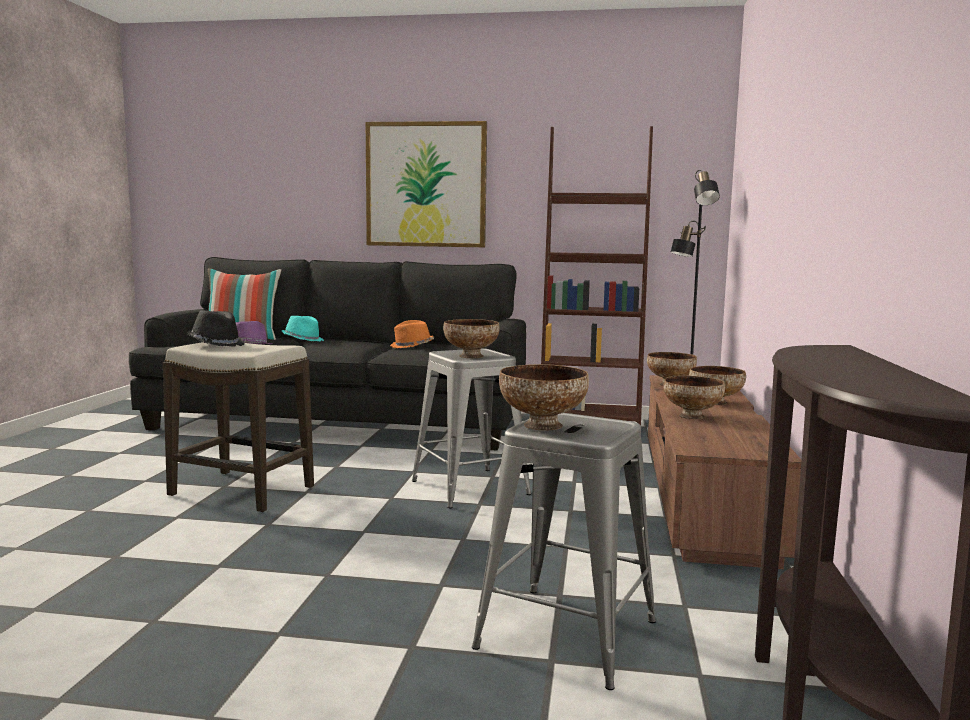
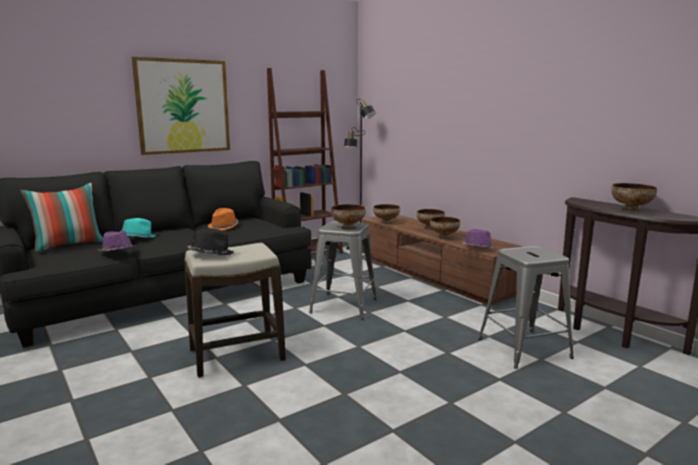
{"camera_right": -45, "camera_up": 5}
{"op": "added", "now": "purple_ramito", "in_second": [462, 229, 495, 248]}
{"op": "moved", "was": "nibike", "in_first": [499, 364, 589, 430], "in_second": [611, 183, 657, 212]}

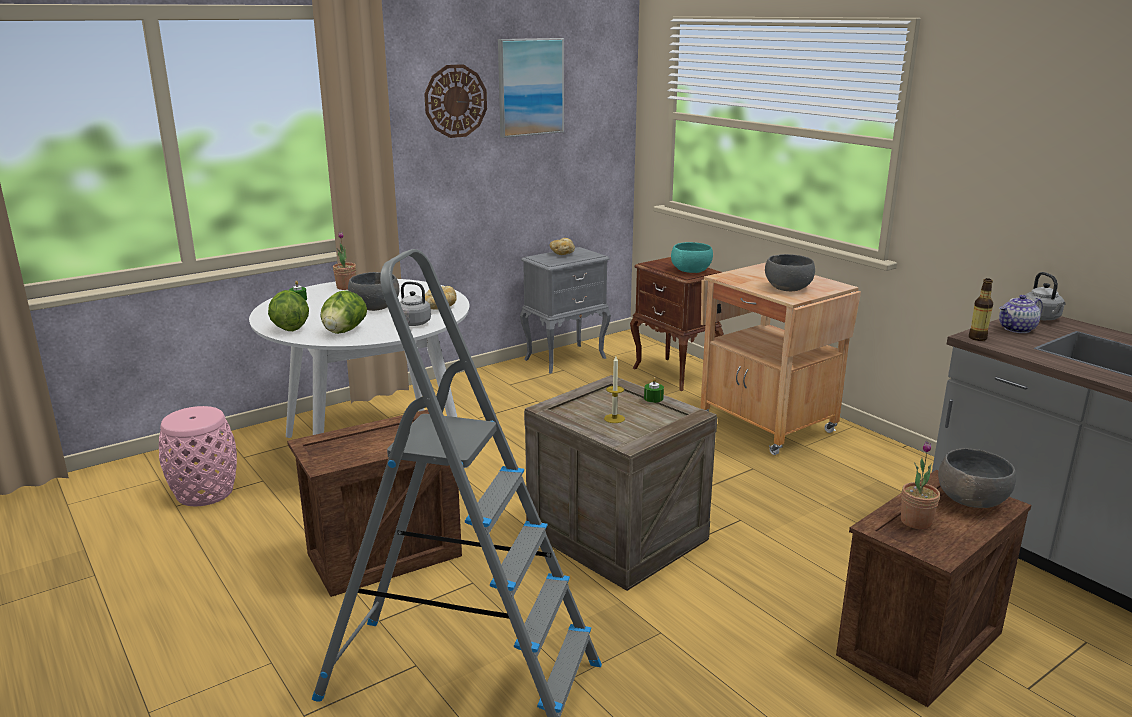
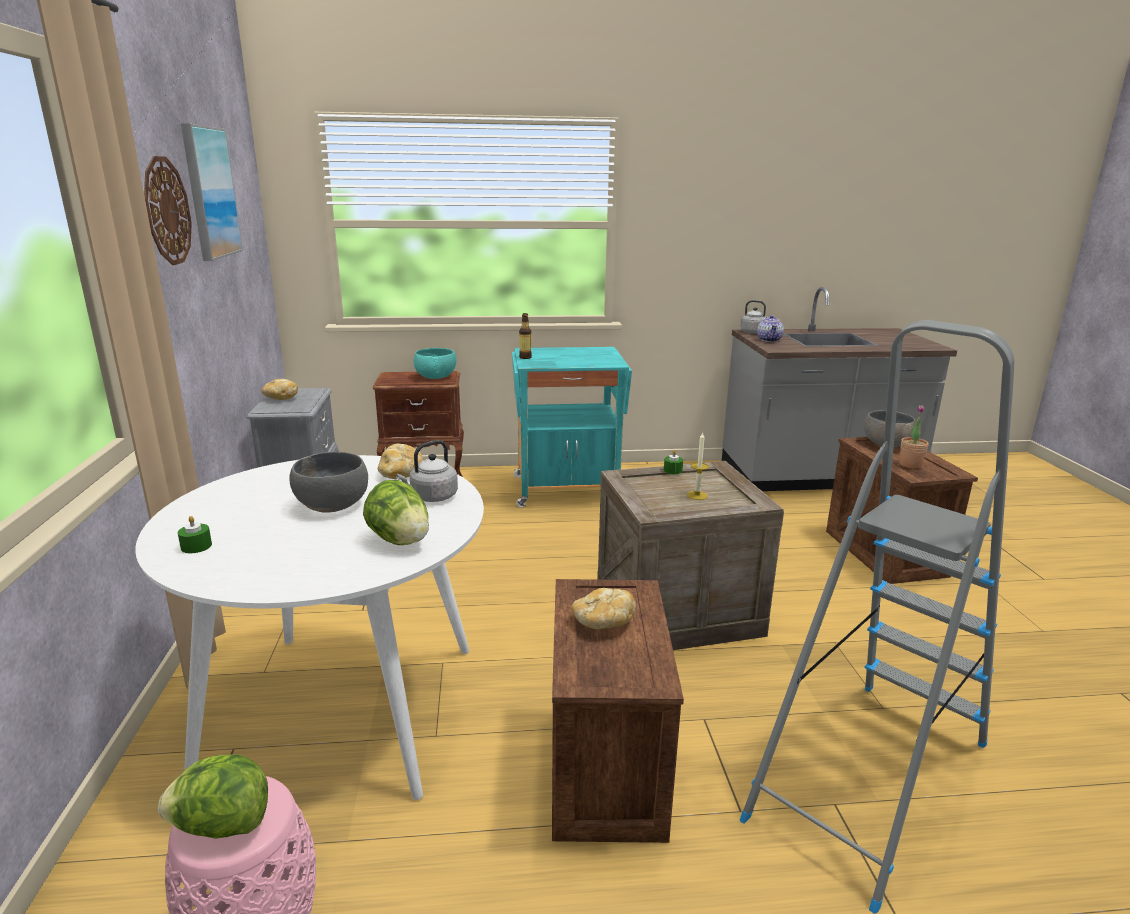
{"camera_right": -60, "camera_up": 0}
{"op": "removed", "was": "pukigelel", "in_first": [333, 232, 356, 290]}
{"op": "removed", "was": "grey_nibike", "in_first": [765, 254, 815, 291]}
{"op": "added", "now": "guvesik", "in_second": [571, 588, 636, 629]}
{"op": "moved", "was": "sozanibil", "in_first": [268, 290, 309, 331], "in_second": [158, 755, 268, 839]}
{"op": "moved", "was": "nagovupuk", "in_first": [969, 278, 993, 341], "in_second": [519, 313, 532, 359]}
{"op": "recoloured", "was": "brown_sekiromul", "now": "turquoise_sekiromul", "in_first": [700, 263, 861, 455], "in_second": [512, 347, 632, 507]}

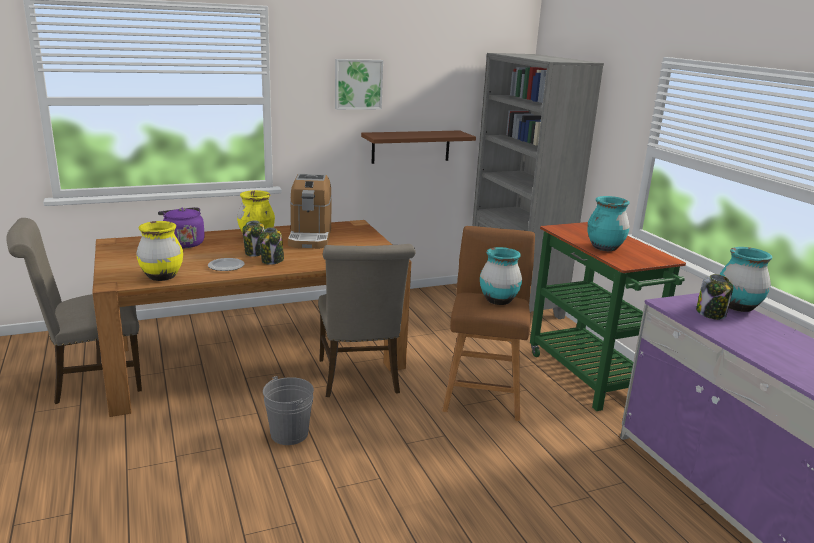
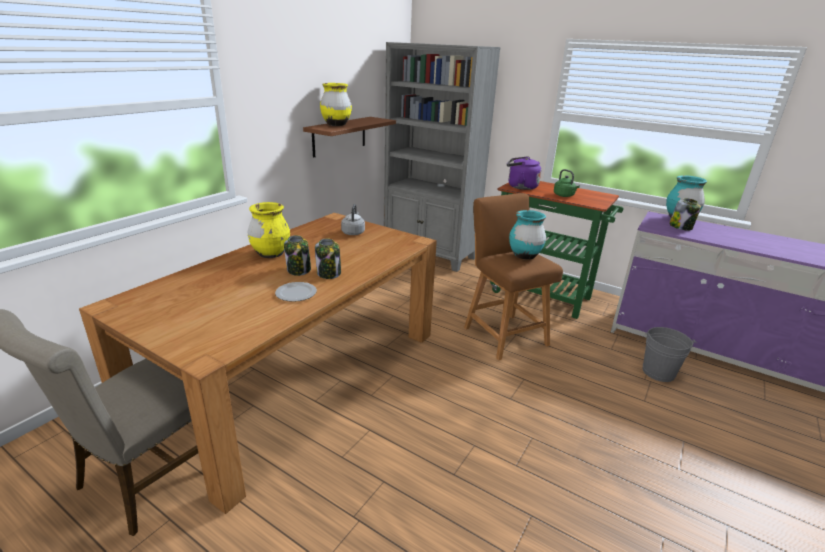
{"camera_right": -35, "camera_up": 5}
{"op": "removed", "was": "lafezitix", "in_first": [288, 174, 332, 249]}
{"op": "removed", "was": "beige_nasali", "in_first": [318, 244, 415, 397]}
{"op": "removed", "was": "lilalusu", "in_first": [335, 59, 383, 110]}
{"op": "added", "now": "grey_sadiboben", "in_second": [341, 204, 365, 235]}
{"op": "moved", "was": "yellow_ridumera", "in_first": [136, 221, 183, 281], "in_second": [320, 83, 352, 126]}
{"op": "moved", "was": "purple_sadiboben", "in_first": [158, 207, 205, 248], "in_second": [507, 156, 541, 190]}
{"op": "moved", "was": "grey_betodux", "in_first": [263, 376, 314, 445], "in_second": [643, 327, 697, 382]}
{"op": "replaced", "was": "turquoise_ridumera", "now": "green_sadiboben", "in_first": [587, 196, 630, 251], "in_second": [554, 169, 580, 197]}

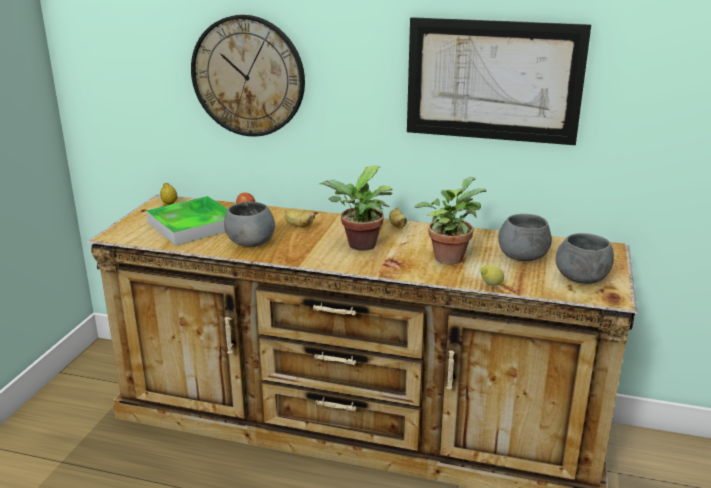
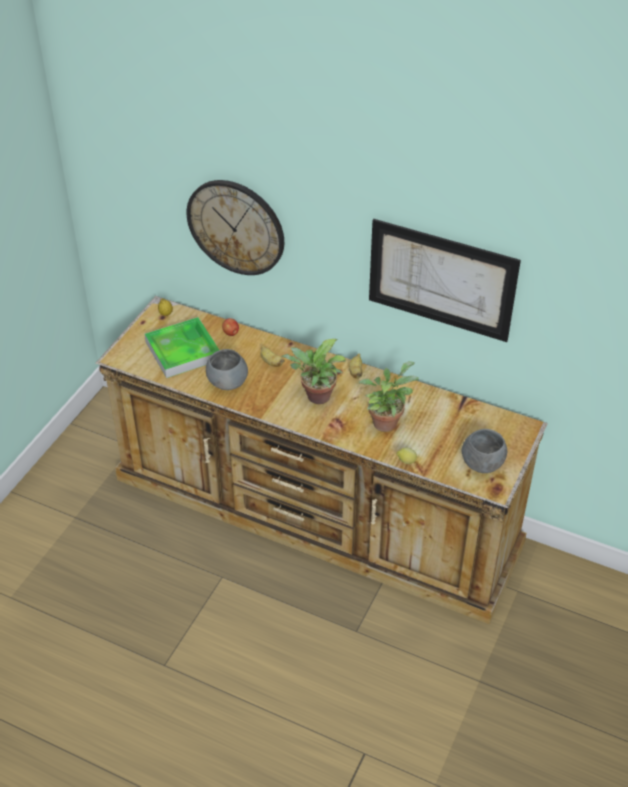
{"camera_right": 10, "camera_up": 20}
{"op": "removed", "was": "grey_nibike", "in_first": [498, 214, 552, 261]}

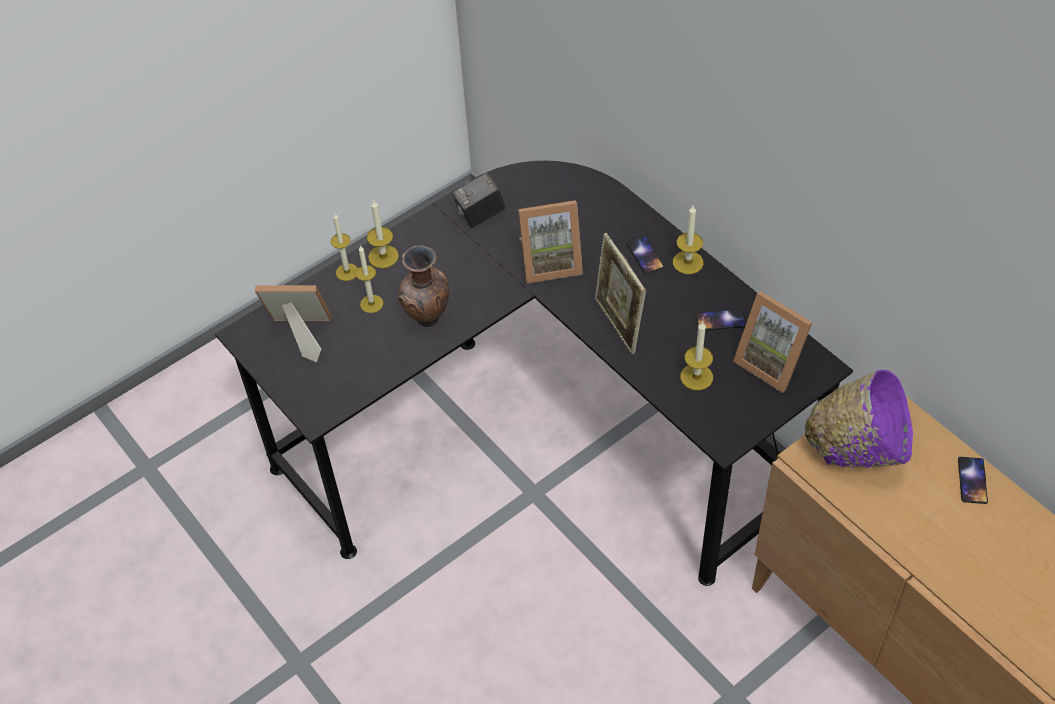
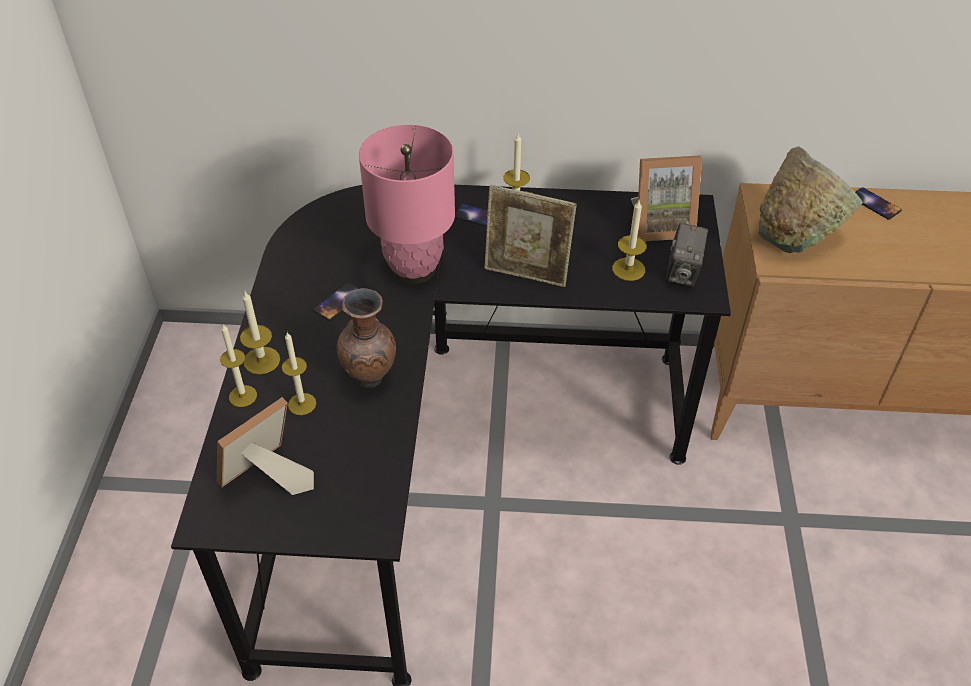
{"camera_right": -50, "camera_up": -5}
{"op": "moved", "was": "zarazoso", "in_first": [452, 173, 506, 228], "in_second": [666, 223, 708, 286]}
{"op": "moved", "was": "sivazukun", "in_first": [696, 309, 746, 330], "in_second": [313, 282, 359, 321]}
{"op": "replaced", "was": "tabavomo", "now": "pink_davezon", "in_first": [518, 200, 583, 284], "in_second": [359, 125, 455, 284]}
{"op": "recoloured", "was": "purple_nibike", "now": "green_nibike", "in_first": [805, 370, 913, 468], "in_second": [759, 146, 863, 253]}

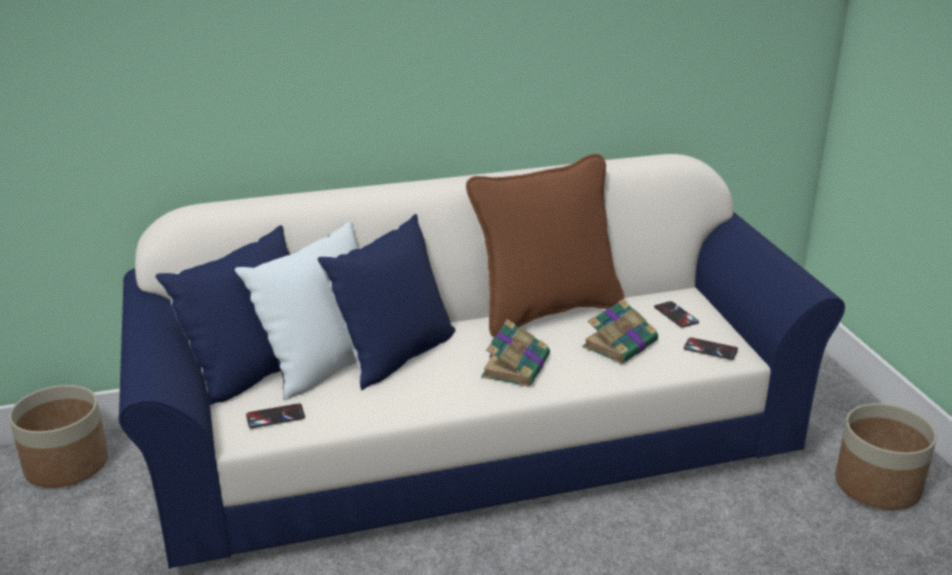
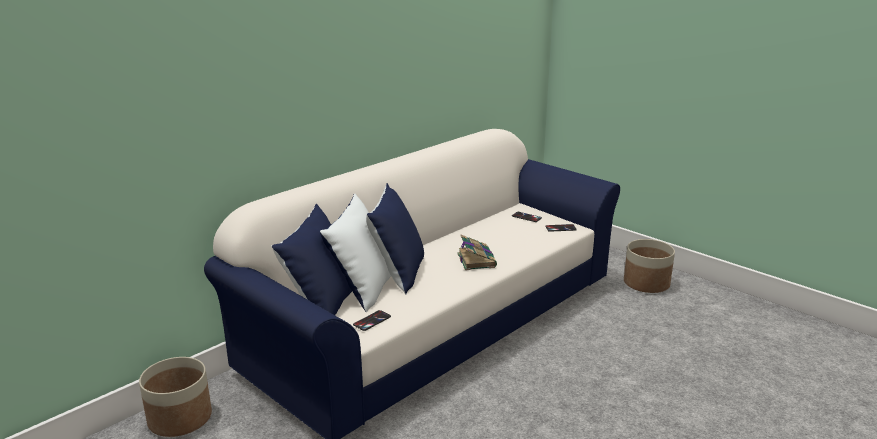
{"camera_right": -30, "camera_up": -5}
{"op": "removed", "was": "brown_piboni", "in_first": [466, 154, 624, 337]}
{"op": "removed", "was": "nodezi", "in_first": [582, 299, 658, 364]}

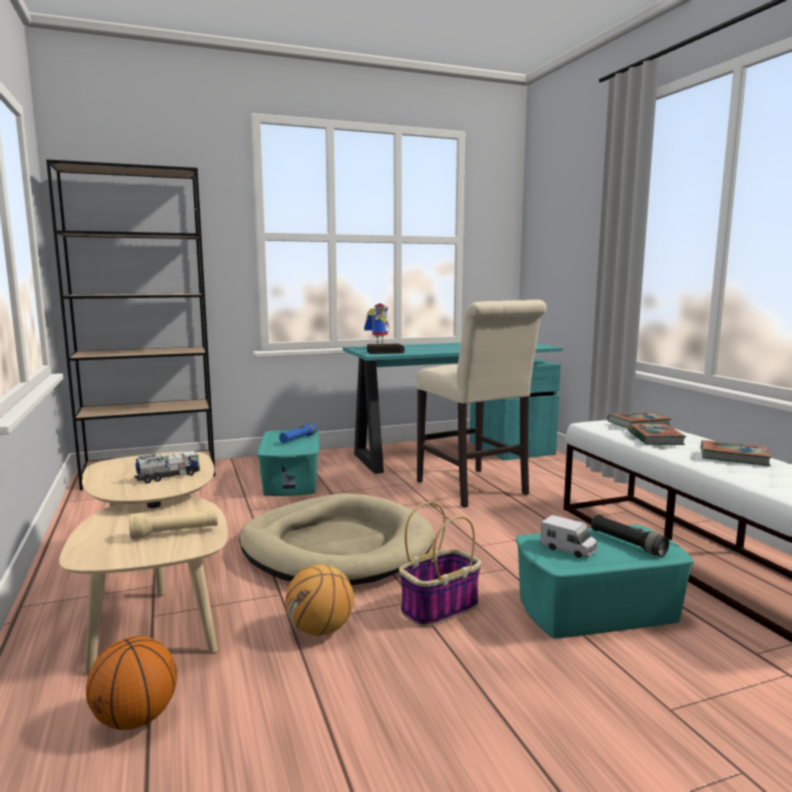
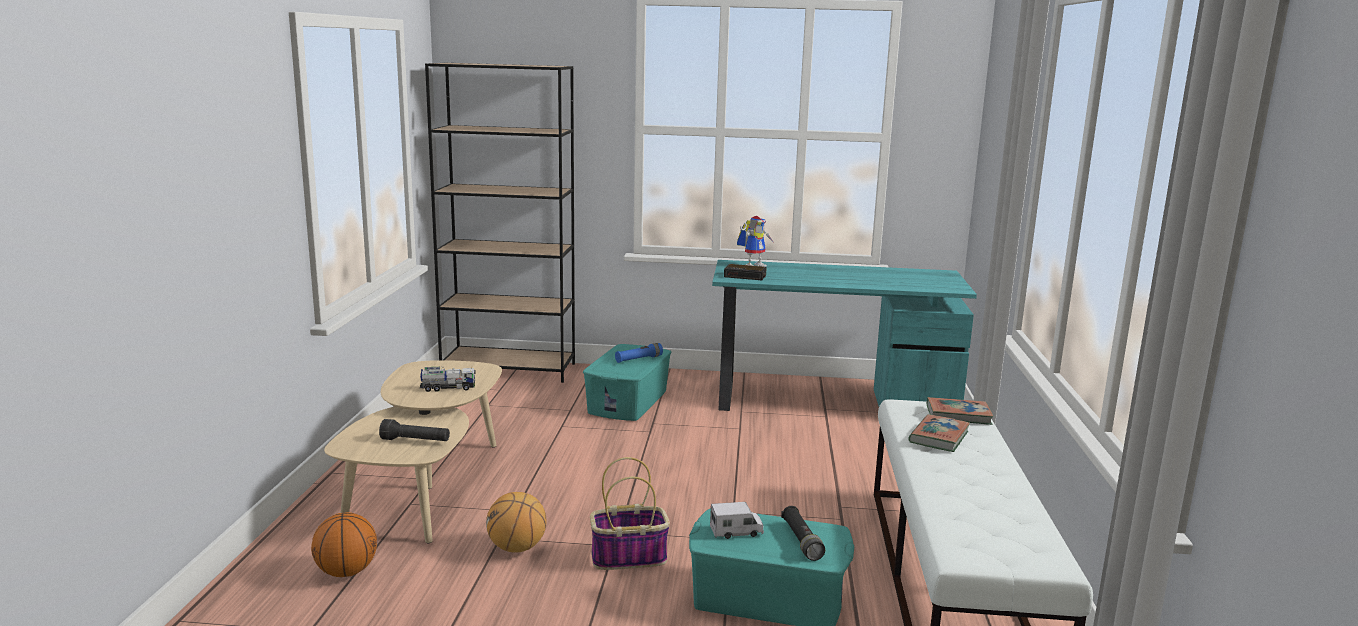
{"camera_right": 25, "camera_up": 5}
{"op": "removed", "was": "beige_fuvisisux", "in_first": [239, 493, 434, 585]}
{"op": "removed", "was": "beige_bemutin", "in_first": [416, 300, 546, 508]}
{"op": "removed", "was": "nodezi", "in_first": [701, 440, 772, 466]}
{"op": "recoloured", "was": "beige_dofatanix", "now": "black_dofatanix", "in_first": [129, 510, 218, 539], "in_second": [379, 419, 450, 441]}
{"op": "turned", "was": "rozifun", "in_first": [540, 515, 598, 558], "in_second": [710, 502, 764, 539], "clockwise": -75}

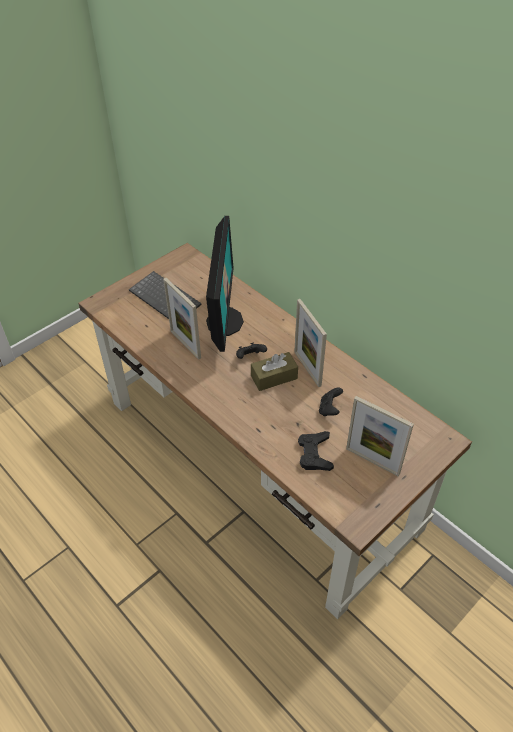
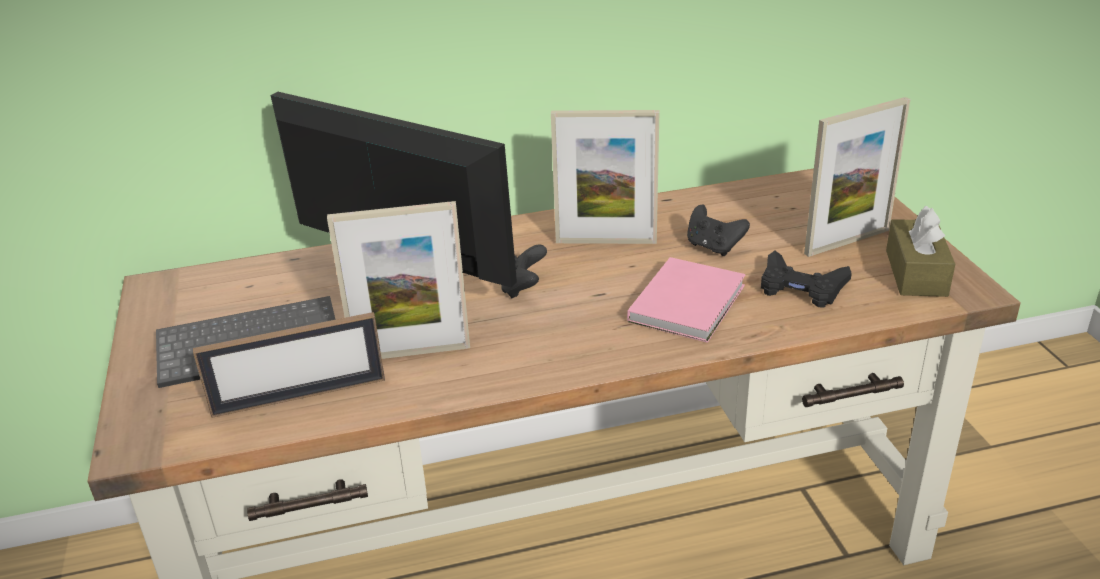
{"camera_right": -60, "camera_up": -15}
{"op": "added", "now": "tabavomo", "in_second": [193, 312, 385, 418]}
{"op": "added", "now": "pink_nodezi", "in_second": [627, 257, 746, 343]}
{"op": "moved", "was": "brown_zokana", "in_first": [251, 352, 298, 391], "in_second": [886, 206, 955, 297]}

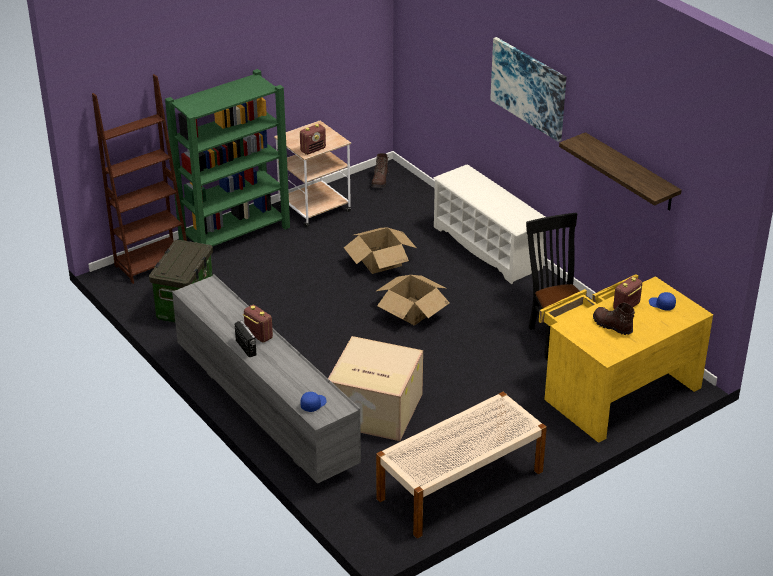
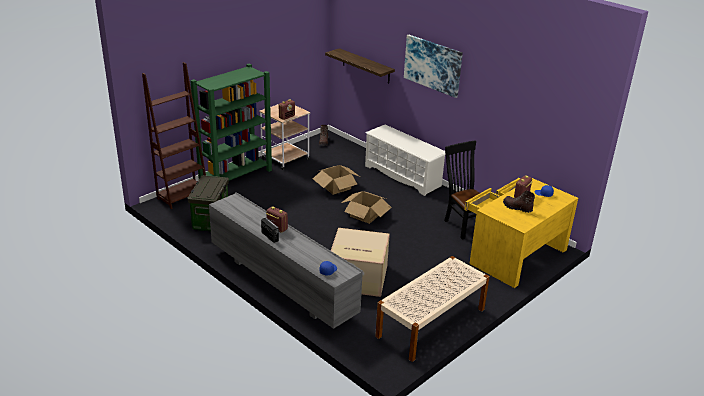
{"camera_right": -10, "camera_up": -5}
{"op": "moved", "was": "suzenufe", "in_first": [559, 132, 682, 211], "in_second": [325, 48, 395, 83]}

